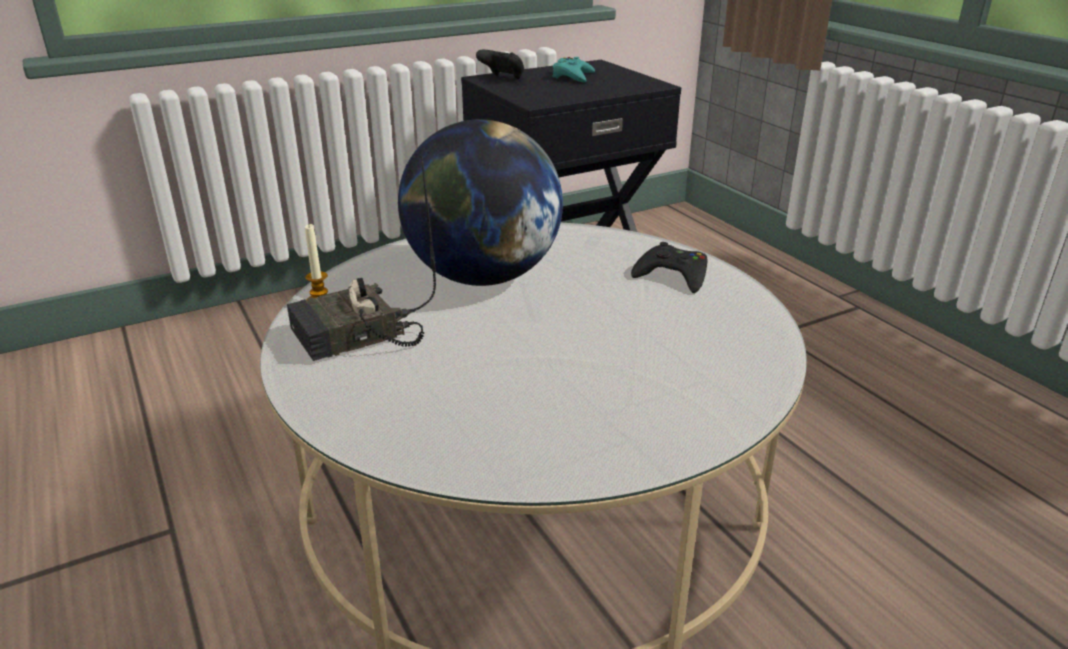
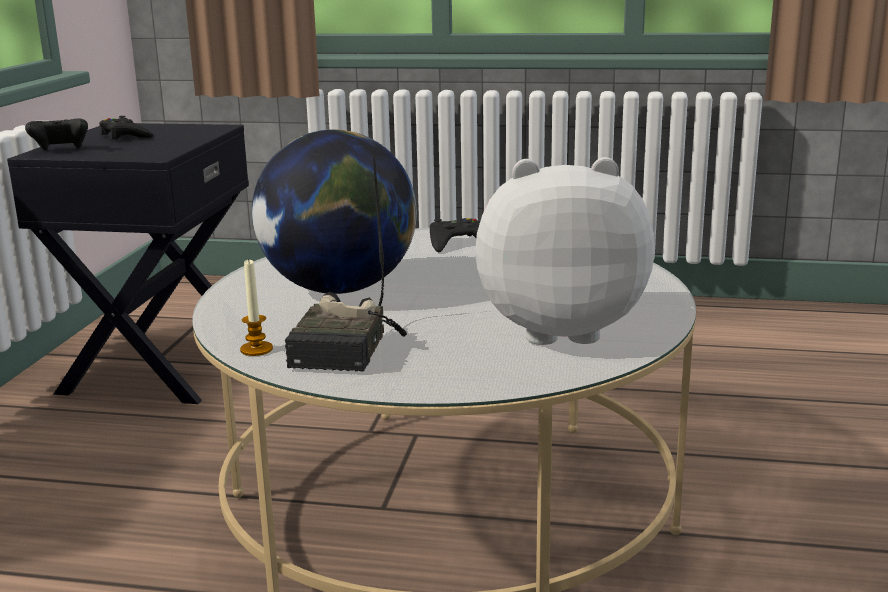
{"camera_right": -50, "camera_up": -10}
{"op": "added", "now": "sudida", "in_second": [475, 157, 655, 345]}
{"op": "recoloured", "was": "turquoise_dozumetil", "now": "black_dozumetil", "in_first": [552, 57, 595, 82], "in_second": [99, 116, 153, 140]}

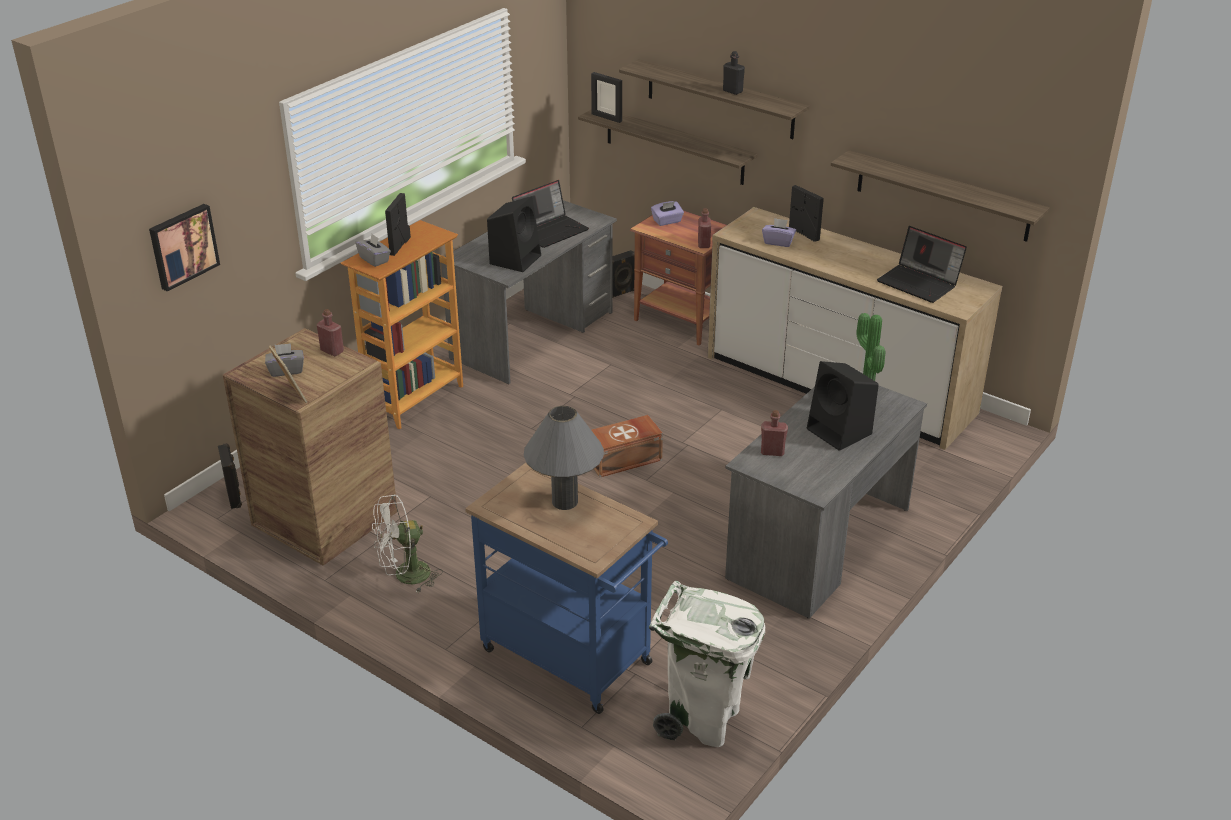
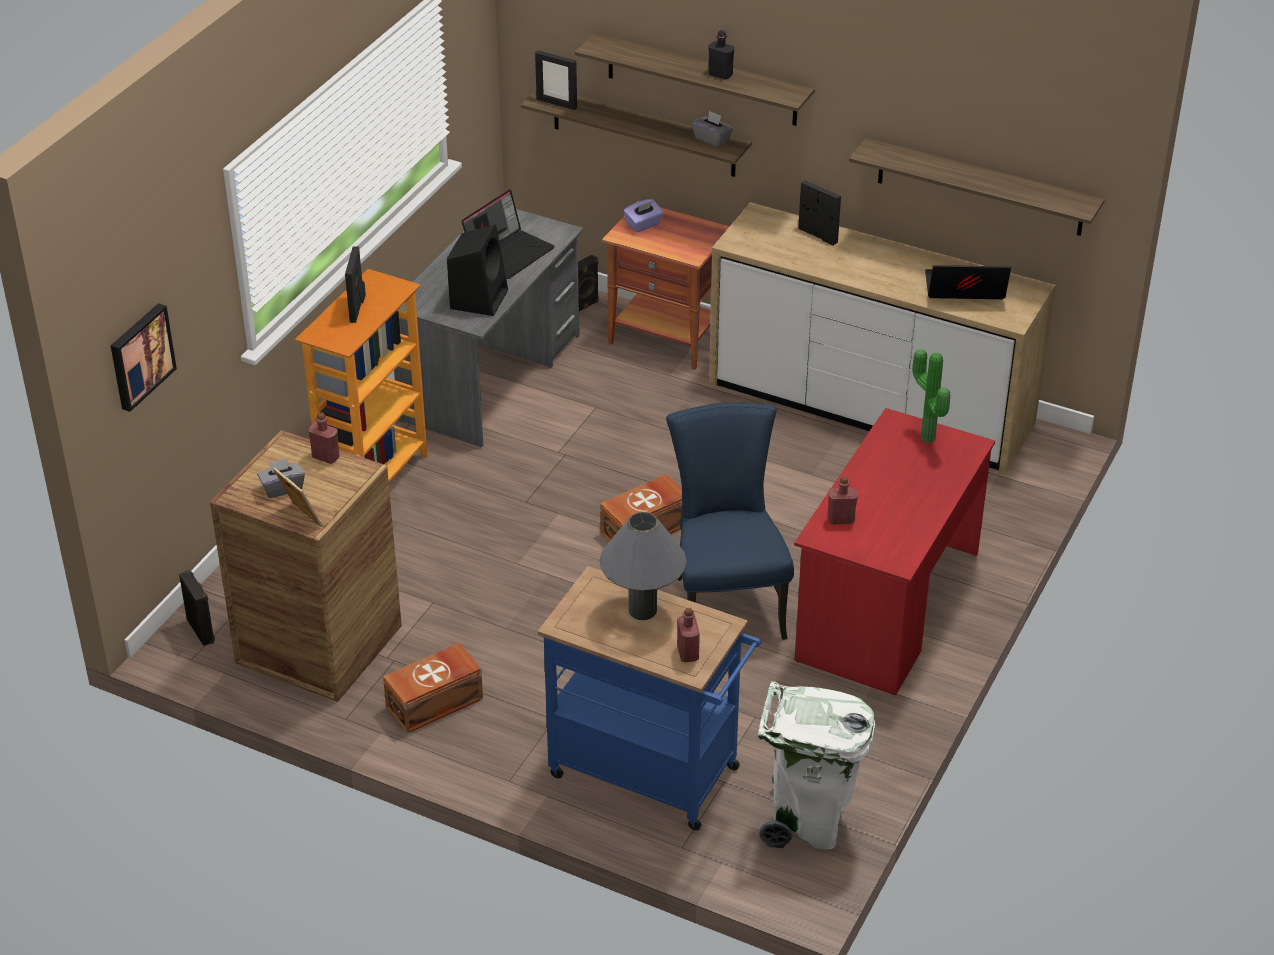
{"camera_right": -10, "camera_up": 5}
{"op": "removed", "was": "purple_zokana", "in_first": [762, 218, 796, 247]}
{"op": "removed", "was": "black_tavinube", "in_first": [807, 361, 879, 451]}
{"op": "added", "now": "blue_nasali", "in_second": [666, 403, 794, 640]}
{"op": "moved", "was": "grey_zokana", "in_first": [355, 234, 391, 267], "in_second": [692, 111, 733, 147]}
{"op": "moved", "was": "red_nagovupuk", "in_first": [698, 208, 711, 248], "in_second": [677, 608, 700, 662]}
{"op": "replaced", "was": "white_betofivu", "now": "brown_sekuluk", "in_first": [372, 494, 443, 593], "in_second": [383, 643, 483, 734]}
{"op": "recoloured", "was": "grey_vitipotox", "now": "red_vitipotox", "in_first": [725, 386, 927, 619], "in_second": [794, 408, 995, 695]}
{"op": "turned", "was": "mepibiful", "in_first": [877, 226, 967, 303], "in_second": [925, 265, 1011, 299], "clockwise": 150}

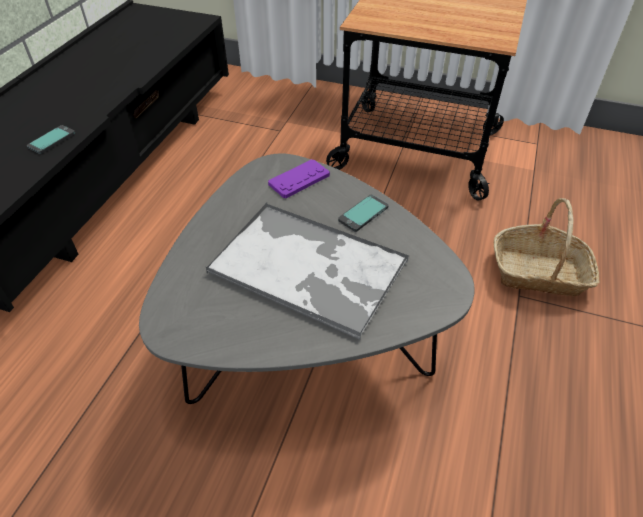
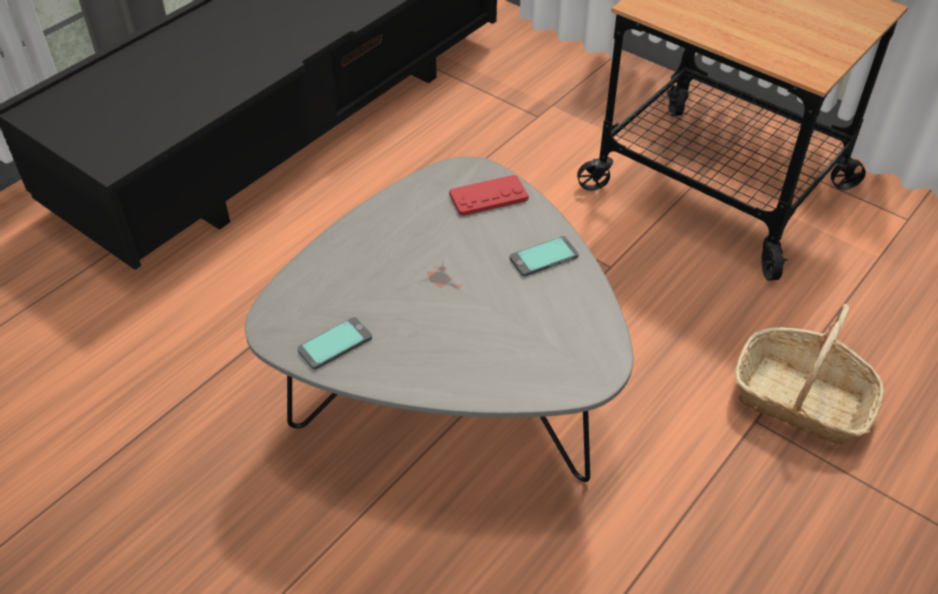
{"camera_right": 20, "camera_up": 0}
{"op": "removed", "was": "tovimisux", "in_first": [206, 203, 409, 340]}
{"op": "moved", "was": "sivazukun", "in_first": [27, 125, 75, 154], "in_second": [297, 317, 372, 370]}
{"op": "recoloured", "was": "purple_dozumetil", "now": "red_dozumetil", "in_first": [268, 159, 330, 198], "in_second": [449, 175, 529, 216]}

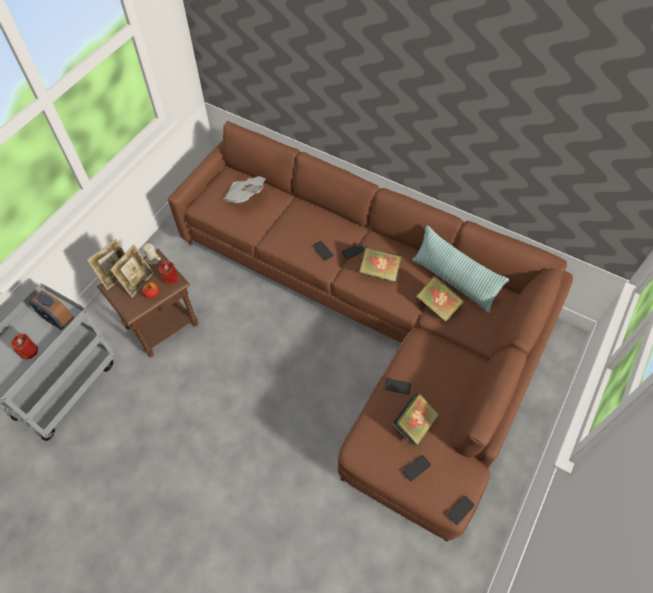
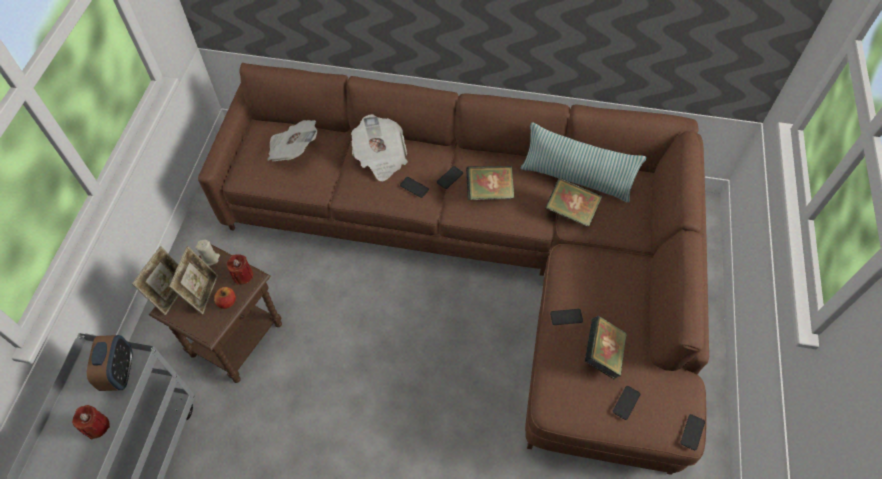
{"camera_right": -20, "camera_up": 0}
{"op": "added", "now": "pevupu", "in_second": [351, 114, 408, 181]}
{"op": "turned", "was": "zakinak", "in_first": [29, 290, 74, 330], "in_second": [87, 335, 133, 391], "clockwise": -105}

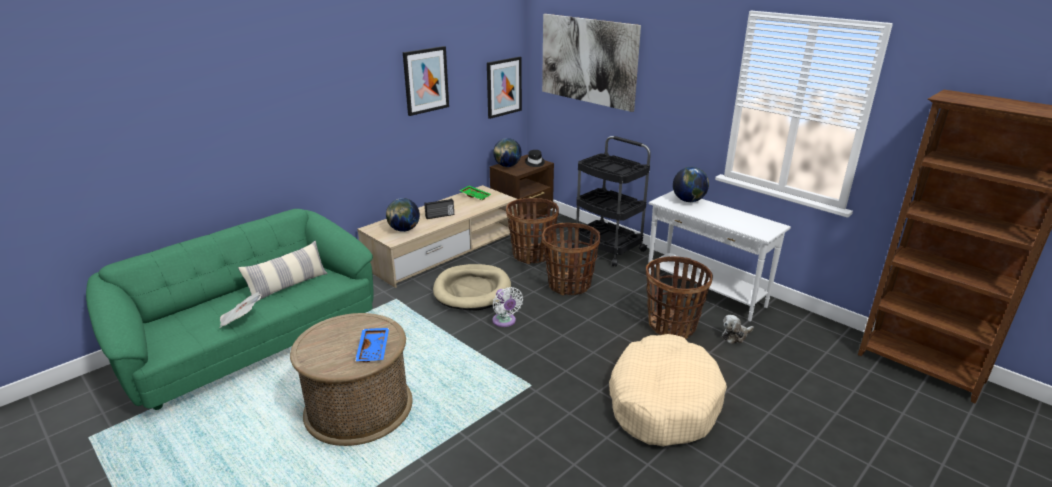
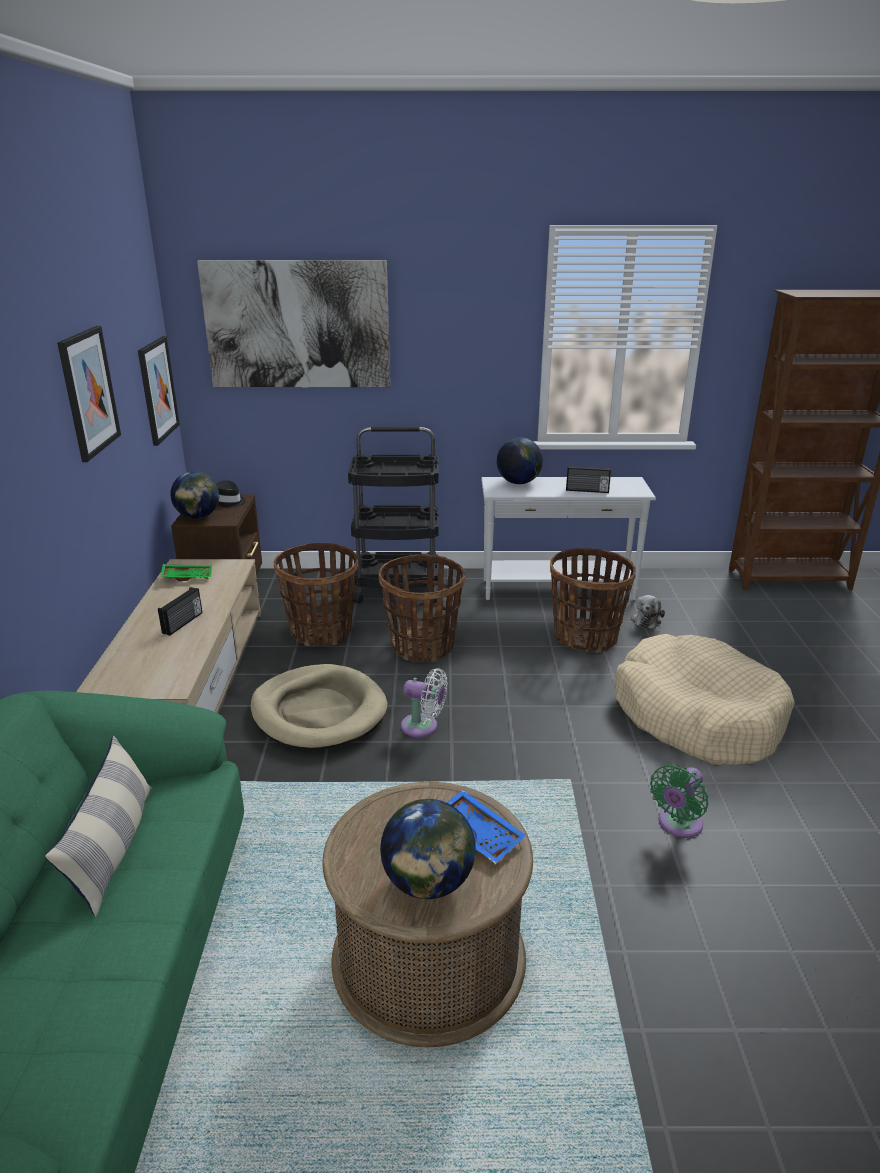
{"camera_right": -45, "camera_up": 0}
{"op": "removed", "was": "pevupu", "in_first": [219, 292, 261, 328]}
{"op": "added", "now": "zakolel", "in_second": [566, 465, 611, 493]}
{"op": "added", "now": "green_betofivu", "in_second": [650, 765, 708, 838]}
{"op": "moved", "was": "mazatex", "in_first": [386, 198, 420, 232], "in_second": [380, 799, 476, 899]}

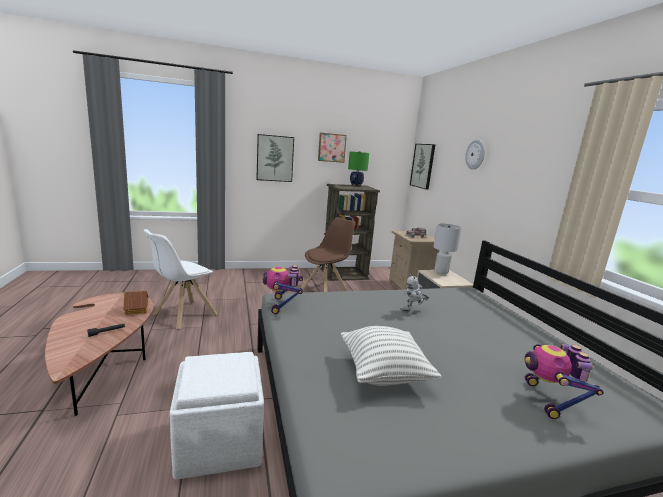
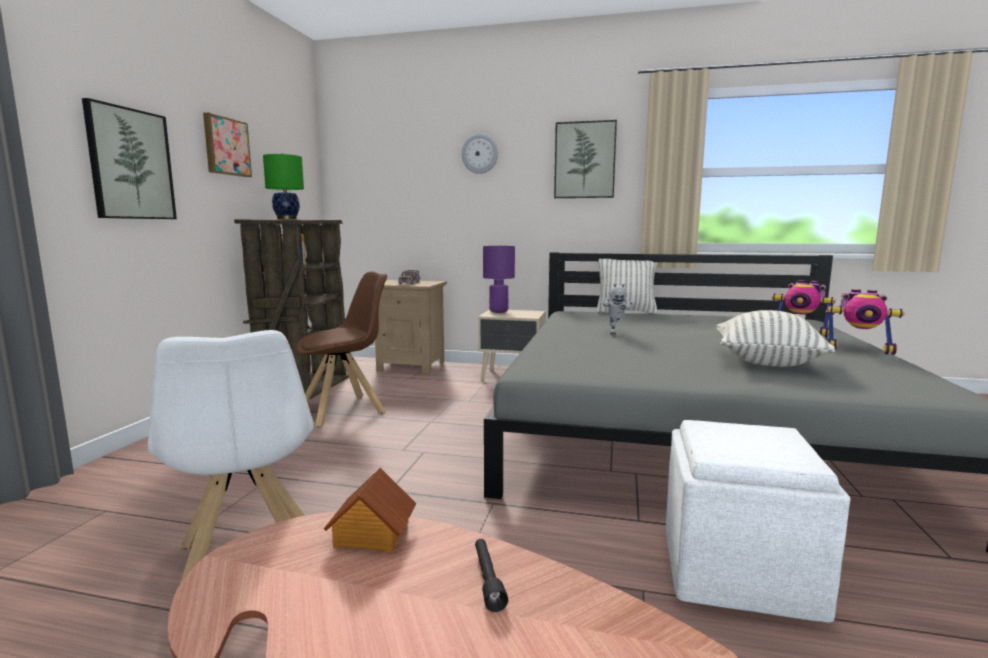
{"camera_right": -60, "camera_up": -5}
{"op": "added", "now": "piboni", "in_second": [596, 259, 658, 314]}
{"op": "moved", "was": "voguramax", "in_first": [262, 265, 303, 314], "in_second": [826, 289, 905, 355]}
{"op": "moved", "was": "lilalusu", "in_first": [410, 144, 435, 190], "in_second": [554, 120, 617, 198]}
{"op": "recoloured", "was": "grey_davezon", "now": "purple_davezon", "in_first": [433, 223, 462, 274], "in_second": [483, 245, 515, 313]}
{"op": "turned", "was": "brown_nasali", "in_first": [301, 217, 355, 292], "in_second": [296, 271, 387, 427], "clockwise": 75}

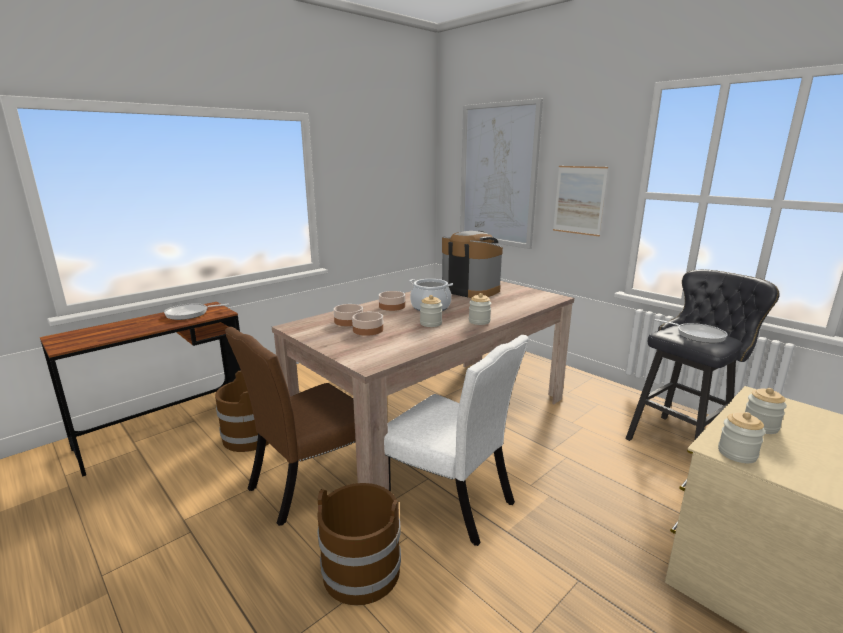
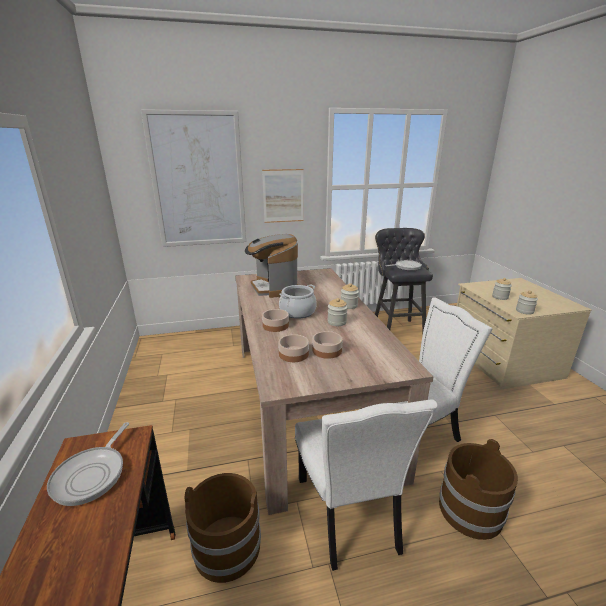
{"camera_right": -60, "camera_up": 5}
{"op": "recoloured", "was": "brown_nasali", "now": "white_nasali", "in_first": [225, 327, 356, 526], "in_second": [295, 399, 437, 571]}
{"op": "turned", "was": "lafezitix", "in_first": [442, 231, 503, 298], "in_second": [245, 234, 298, 298], "clockwise": -90}

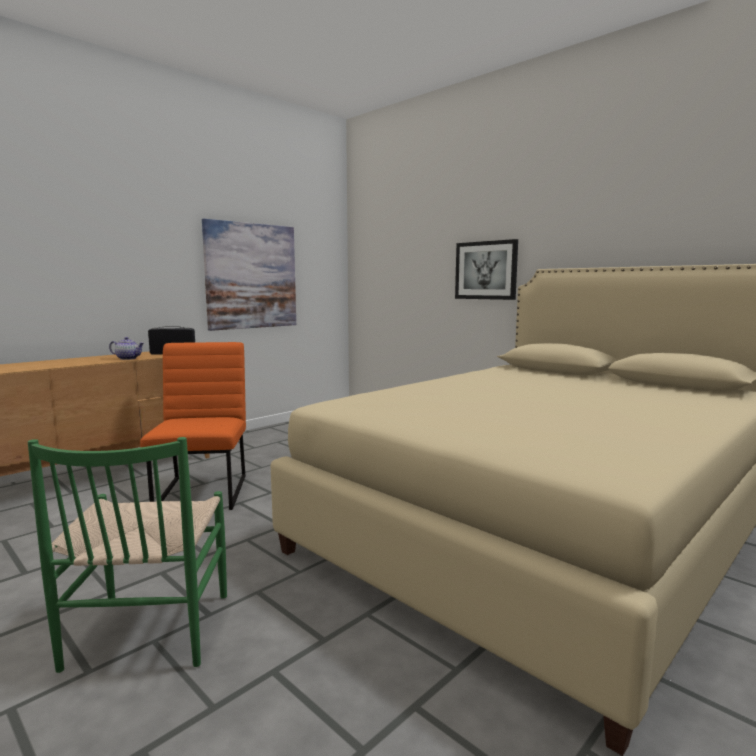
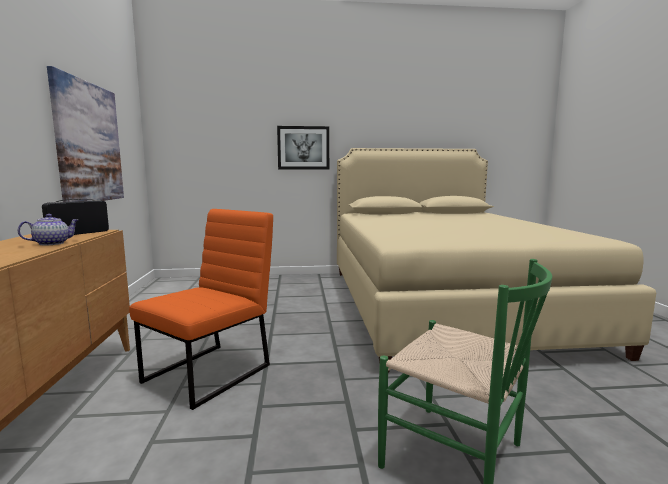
{"camera_right": -50, "camera_up": 0}
{"op": "turned", "was": "orange_nasali", "in_first": [140, 342, 246, 510], "in_second": [129, 209, 273, 410], "clockwise": 90}

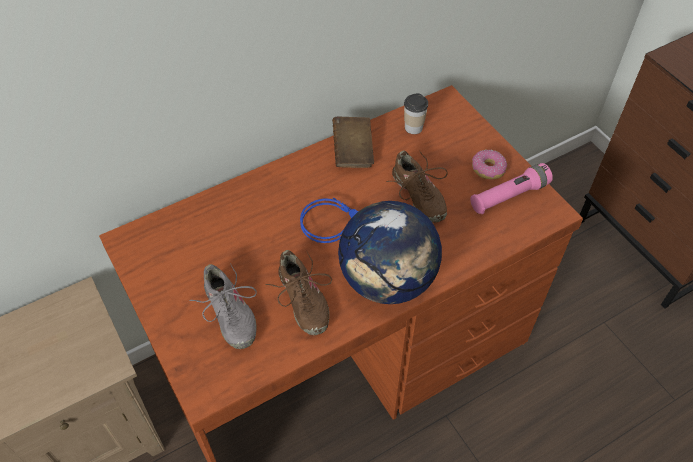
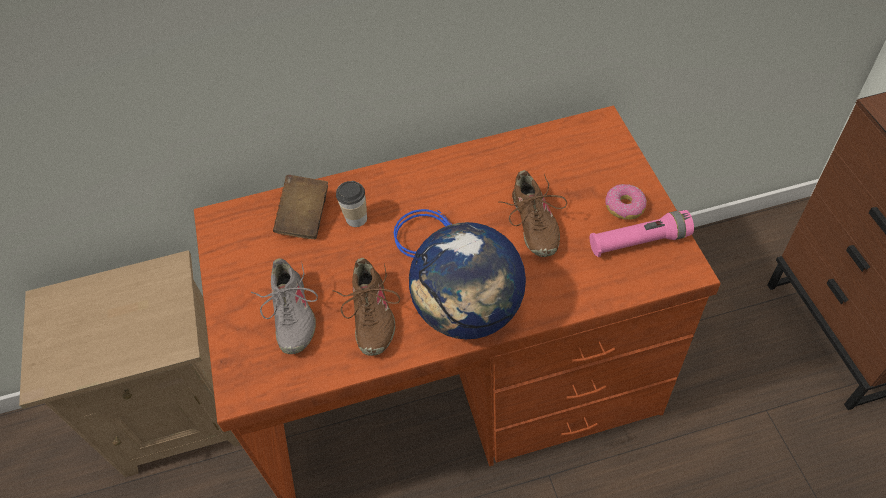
{"camera_right": 20, "camera_up": 0}
{"op": "moved", "was": "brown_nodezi", "in_first": [332, 116, 374, 168], "in_second": [273, 175, 328, 239]}
{"op": "moved", "was": "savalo", "in_first": [404, 93, 428, 134], "in_second": [336, 181, 367, 227]}

